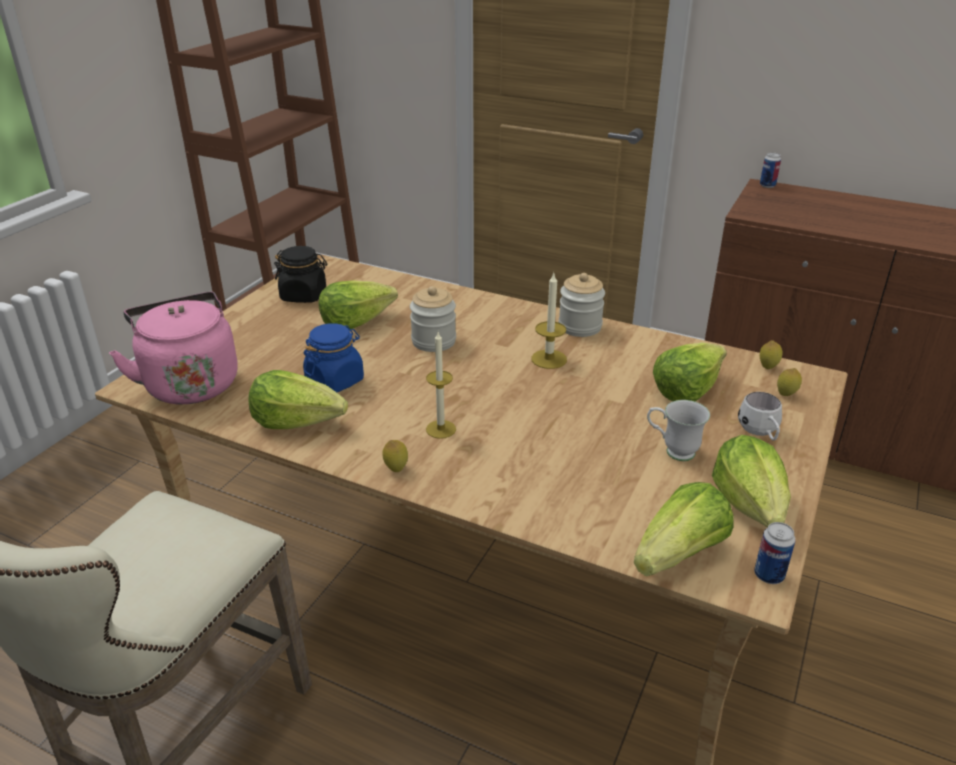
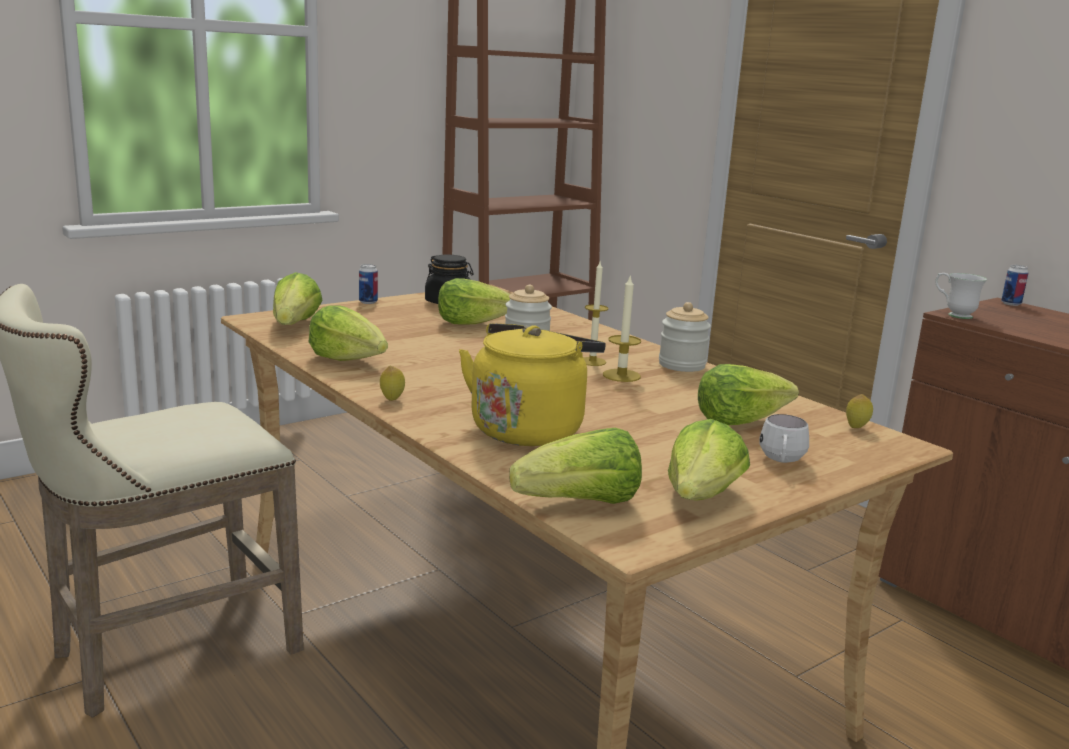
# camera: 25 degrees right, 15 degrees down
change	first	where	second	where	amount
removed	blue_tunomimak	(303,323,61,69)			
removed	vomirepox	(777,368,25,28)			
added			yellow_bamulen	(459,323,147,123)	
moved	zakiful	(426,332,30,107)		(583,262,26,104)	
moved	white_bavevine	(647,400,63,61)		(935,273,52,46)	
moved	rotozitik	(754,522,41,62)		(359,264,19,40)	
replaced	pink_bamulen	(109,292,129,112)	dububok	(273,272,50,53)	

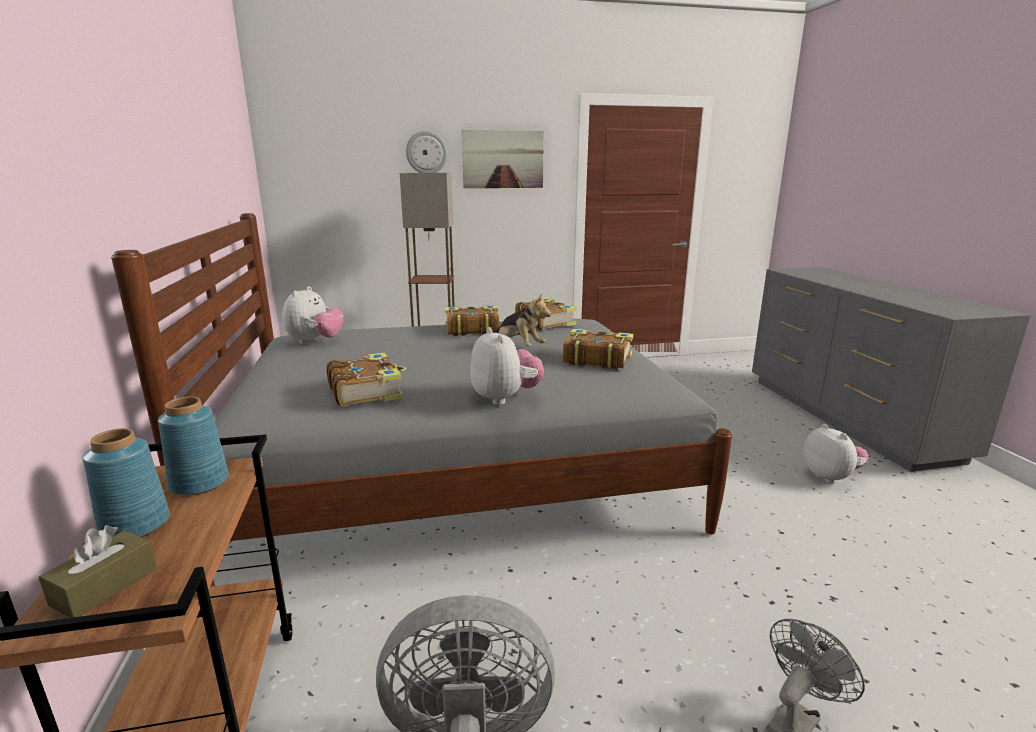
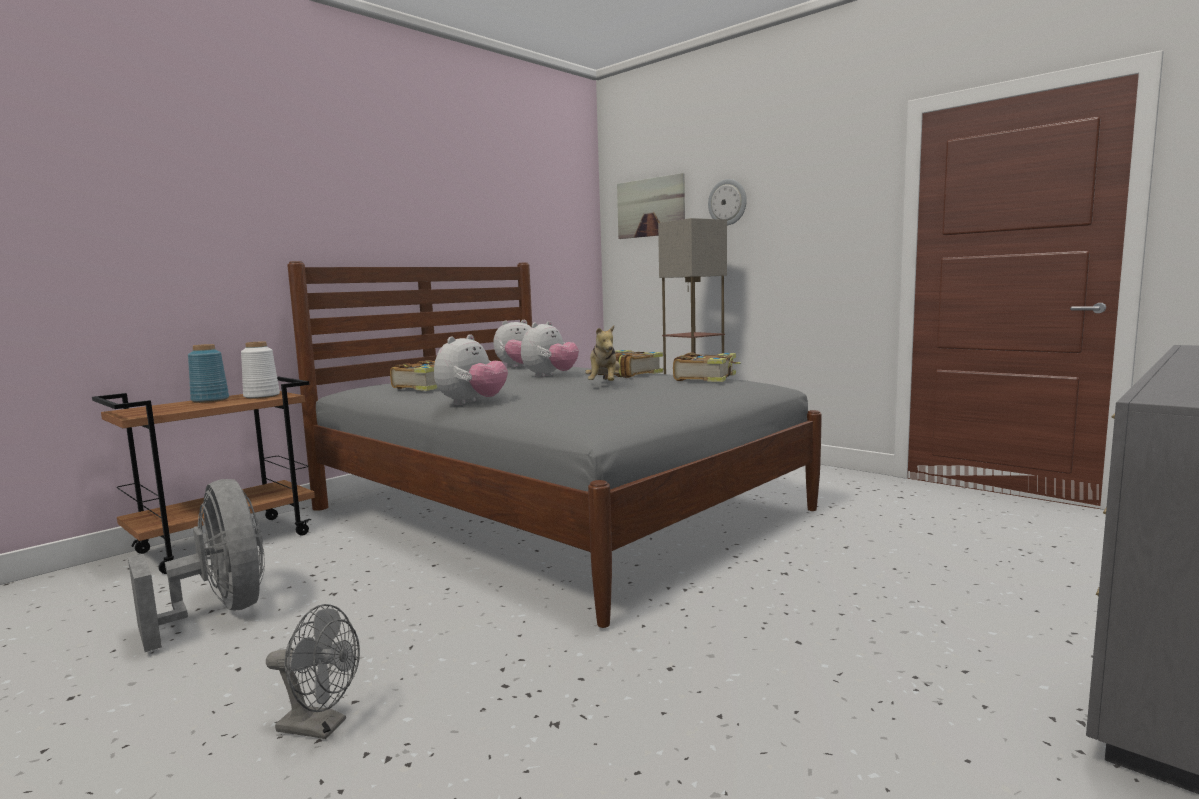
# camera: 55 degrees right, 10 degrees down
change	first	where	second	where	amount
removed	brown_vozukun	(38,525,119,93)			
removed	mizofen	(563,329,70,40)			
moved	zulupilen	(462,129,82,59)		(617,173,68,66)	
moved	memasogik	(803,424,66,60)		(521,321,58,56)	
recoloured	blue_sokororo	(158,396,71,100)	white_sokororo	(241,341,39,58)	

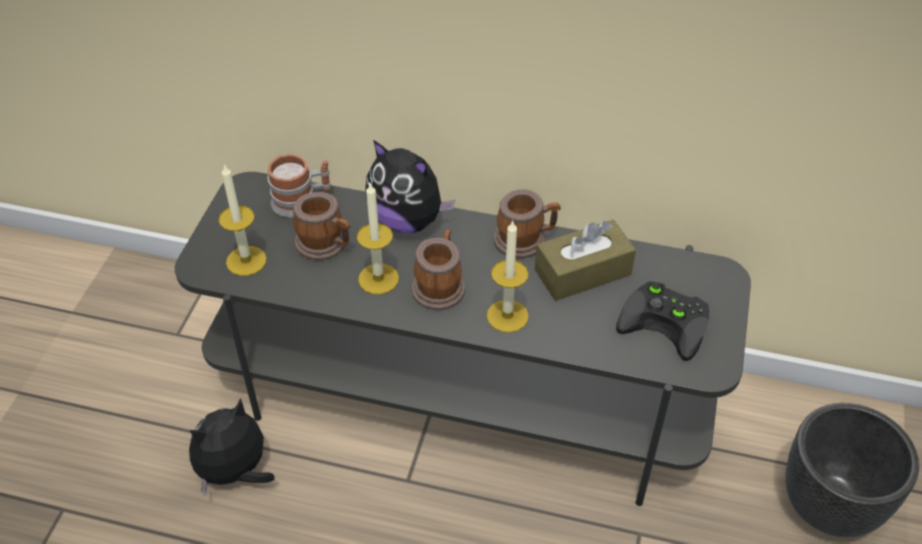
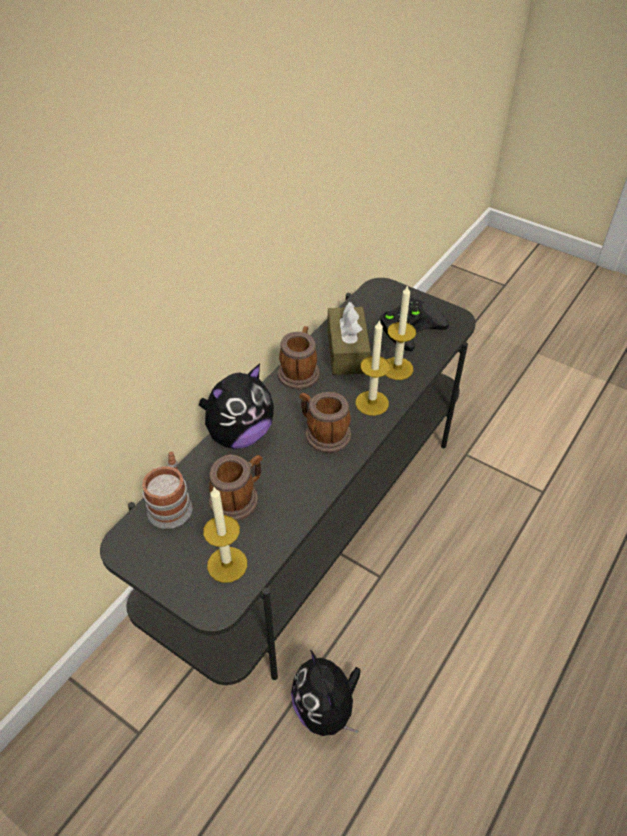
# camera: 70 degrees left, 0 degrees up
change	first	where	second	where	amount
removed	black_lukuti	(785,403,134,134)			
moved	zakiful	(357,184,42,111)		(385,285,31,95)	

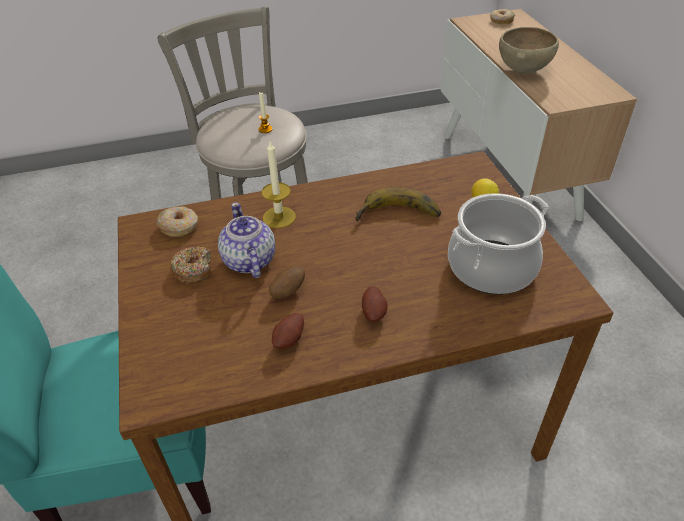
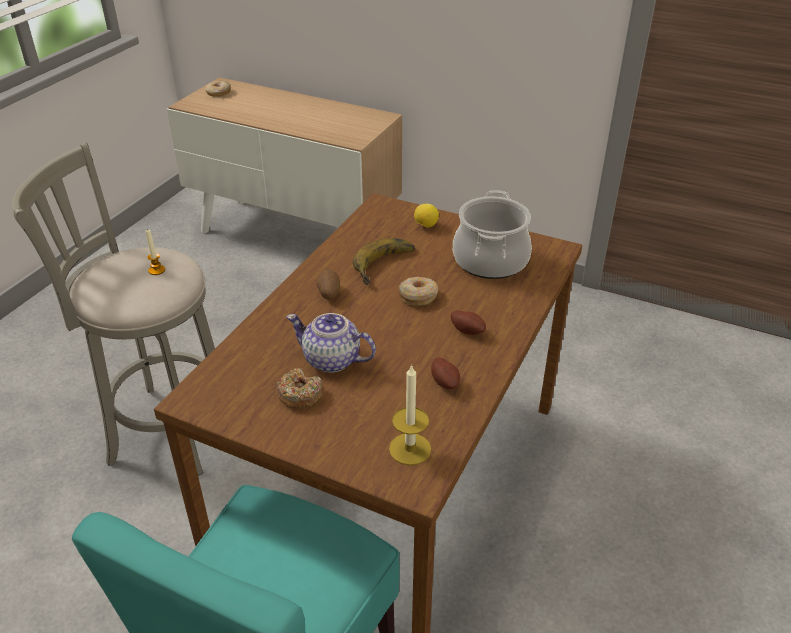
# camera: 50 degrees left, 5 degrees down
change	first	where	second	where	amount
removed	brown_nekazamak	(499,27,60,47)			
moved	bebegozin	(156,207,42,30)		(399,277,39,29)	
moved	zakiful	(262,141,34,87)		(389,364,42,101)	
moved	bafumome	(269,266,36,33)		(317,269,23,30)	

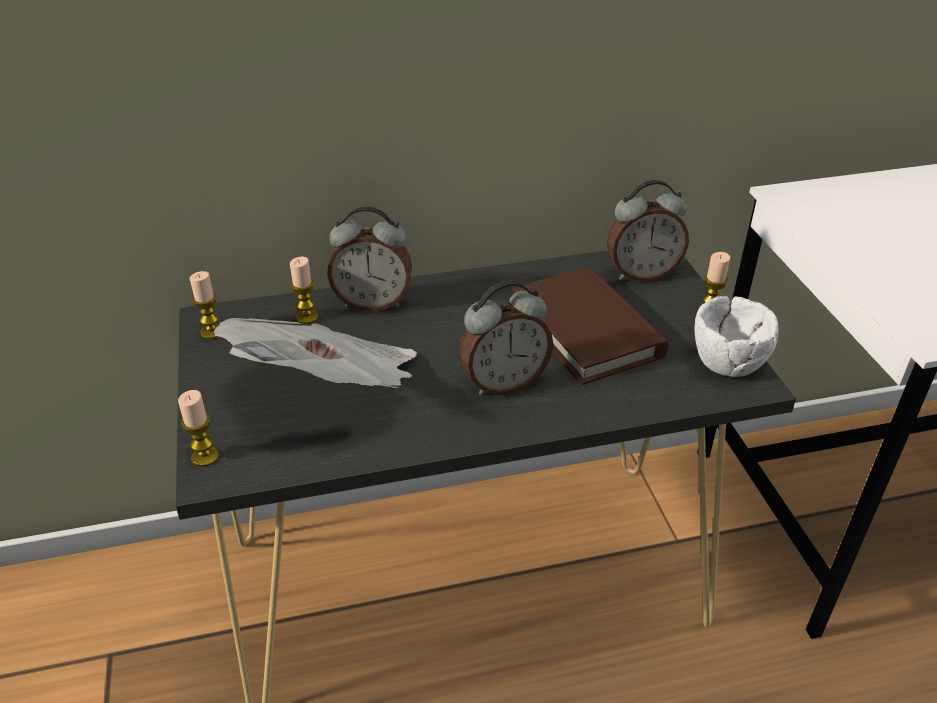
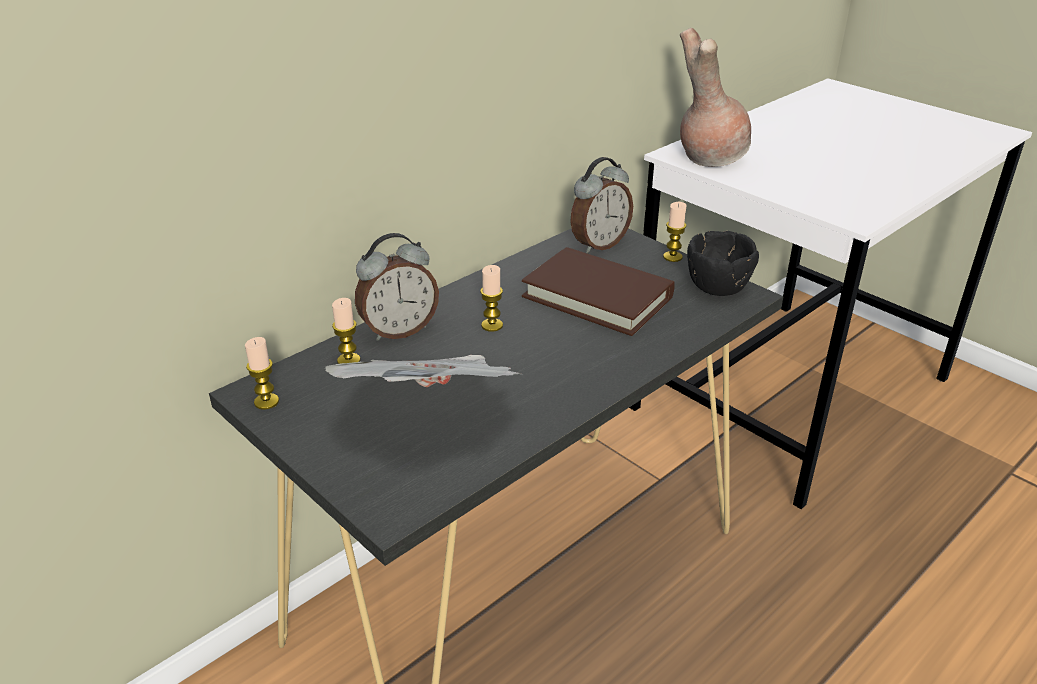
# camera: 30 degrees left, 5 degrees down
change	first	where	second	where	amount
removed	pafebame	(459,280,94,115)			
added			brown_sokororo	(680,28,71,139)	
moved	zakiful	(178,390,41,77)		(480,265,23,67)	
recoloured	white_nekazamak	(694,296,85,81)	black_nekazamak	(687,231,72,65)	

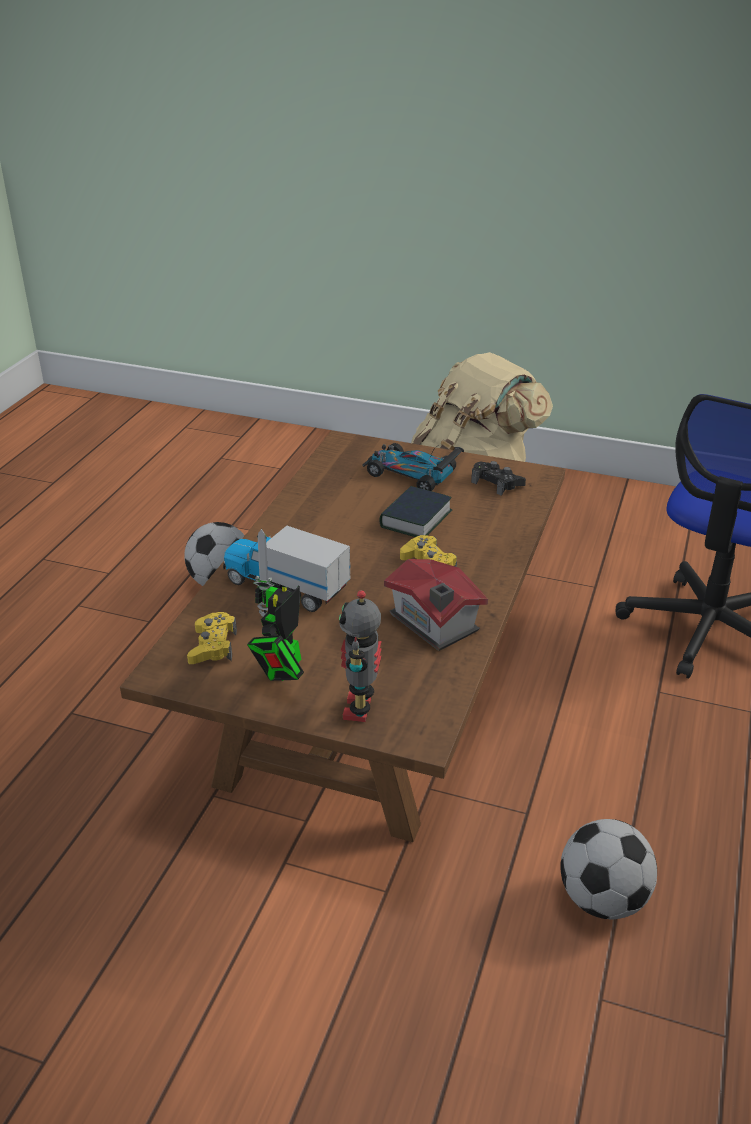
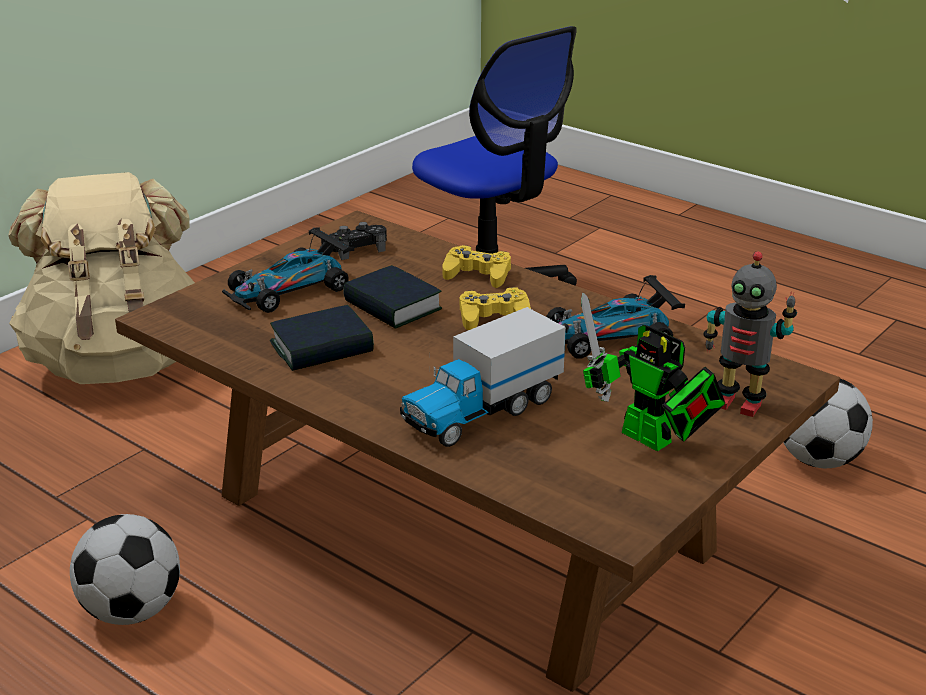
# camera: 70 degrees left, 5 degrees down
change	first	where	second	where	amount
added			mizofen	(270,305,104,66)	
moved	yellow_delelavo	(187,612,50,52)		(443,245,68,43)	
replaced	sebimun	(384,559,104,92)	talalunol	(546,275,139,83)	

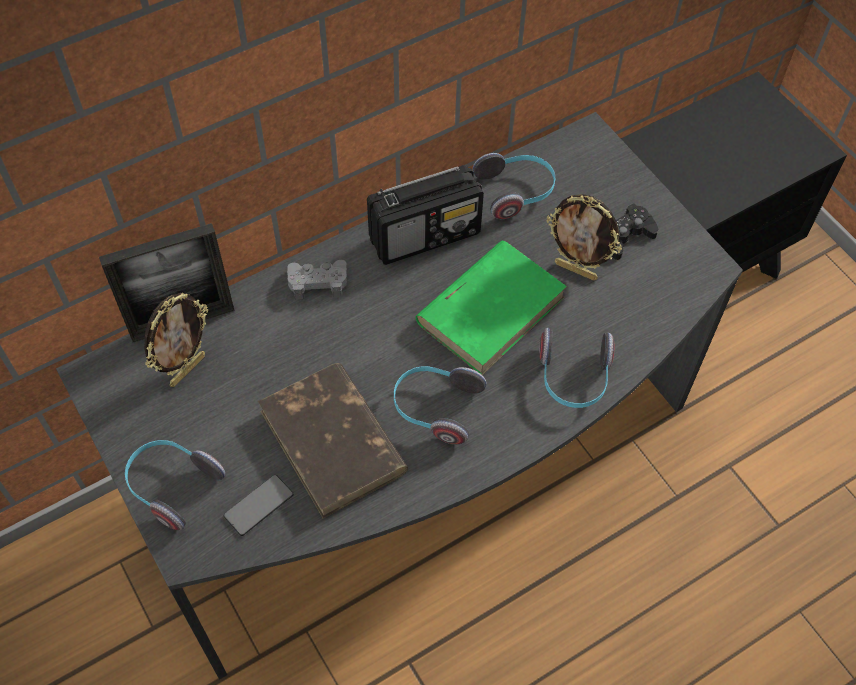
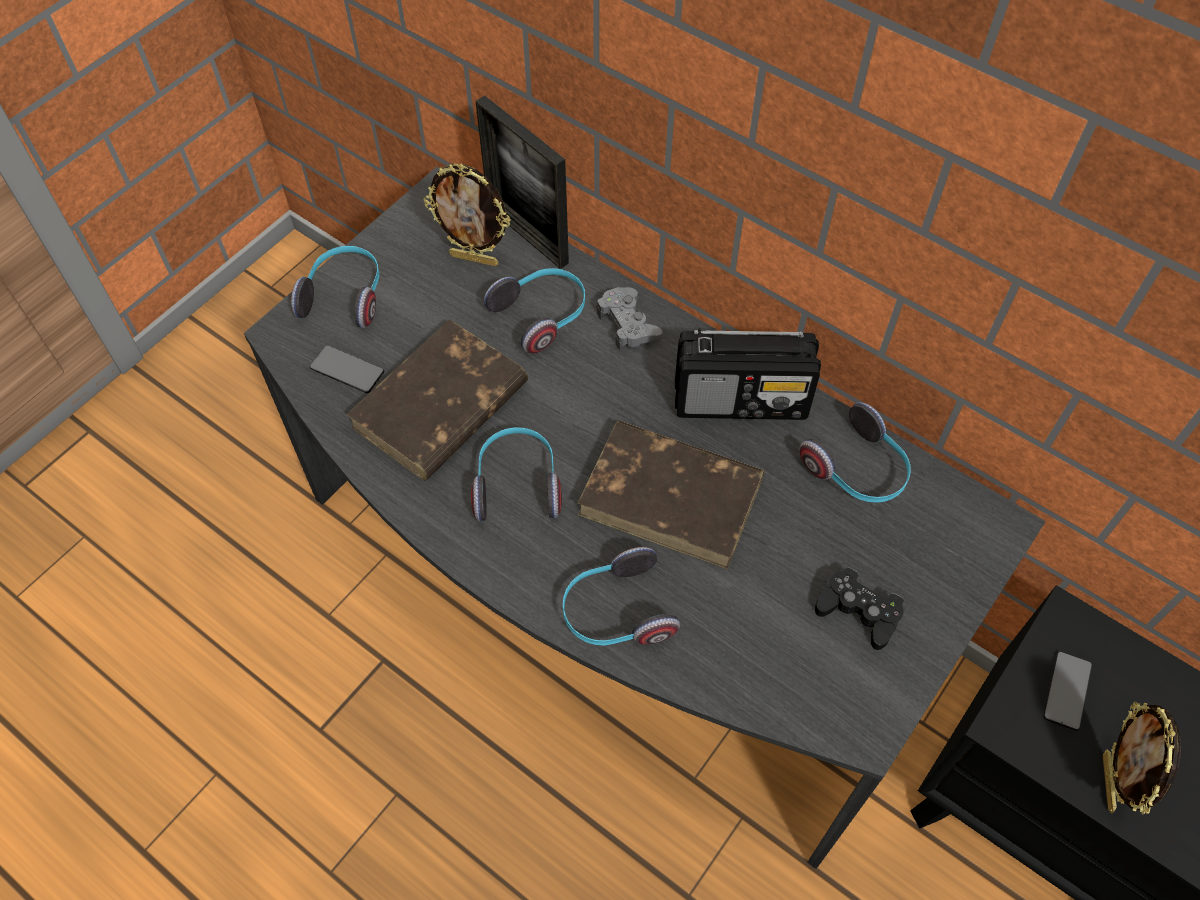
# camera: 70 degrees right, 0 degrees up
change	first	where	second	where	amount
added			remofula	(484,268,101,86)	
added			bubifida	(1043,651,49,80)	
moved	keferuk	(547,194,75,87)		(1103,701,78,113)	
recoloured	green_mizofen	(415,241,152,134)	brown_mizofen	(578,420,187,149)	
turned	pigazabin	(367,165,117,100)		(675,328,146,92)	45 degrees counterclockwise

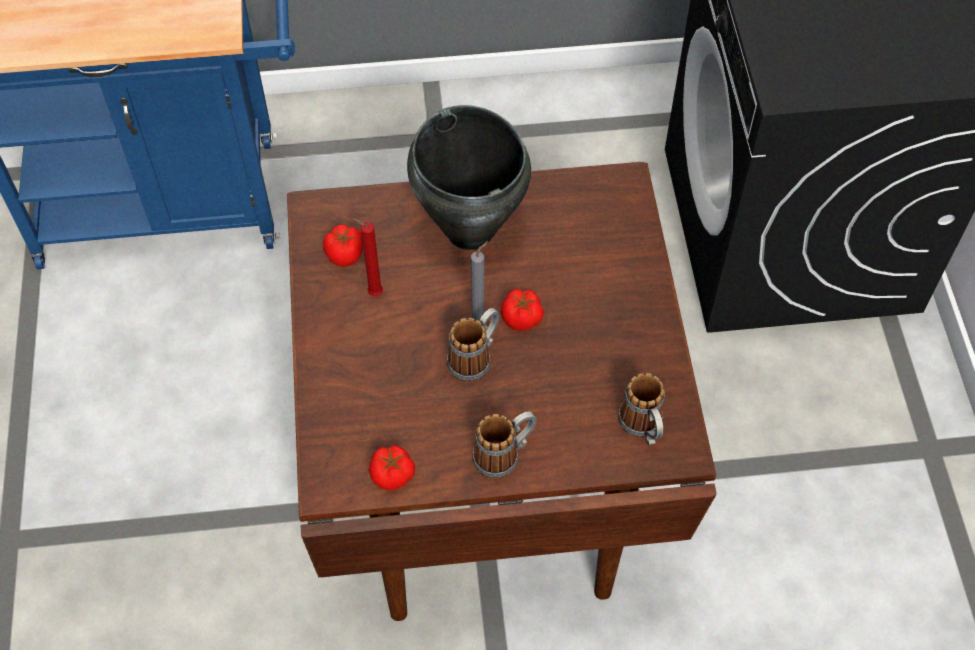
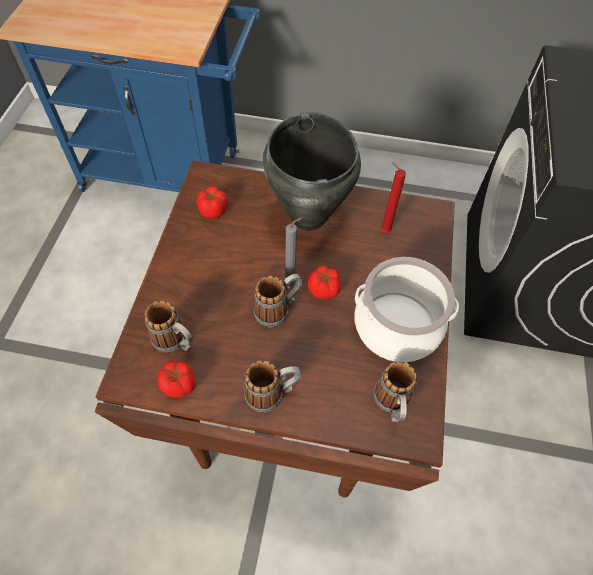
# camera: 15 degrees right, 0 degrees up
change	first	where	second	where	amount
added			bavevine	(145,301,48,52)	
added			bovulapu	(354,257,105,105)	
moved	red_zakiful	(352,218,31,78)		(381,162,25,71)	

